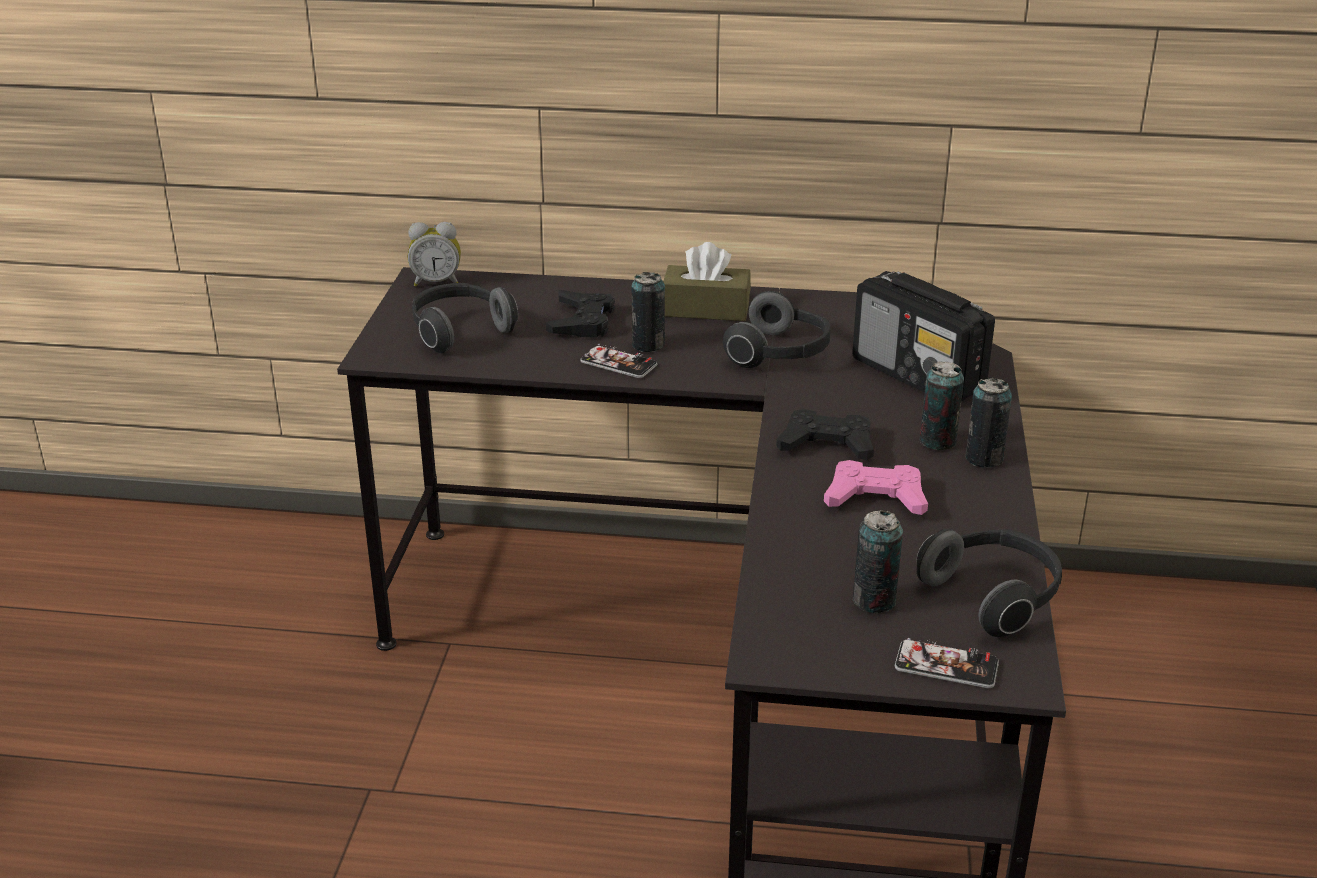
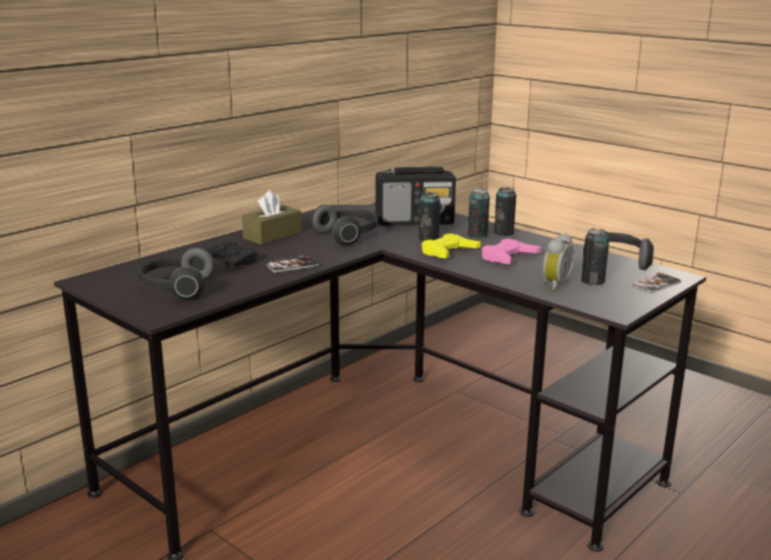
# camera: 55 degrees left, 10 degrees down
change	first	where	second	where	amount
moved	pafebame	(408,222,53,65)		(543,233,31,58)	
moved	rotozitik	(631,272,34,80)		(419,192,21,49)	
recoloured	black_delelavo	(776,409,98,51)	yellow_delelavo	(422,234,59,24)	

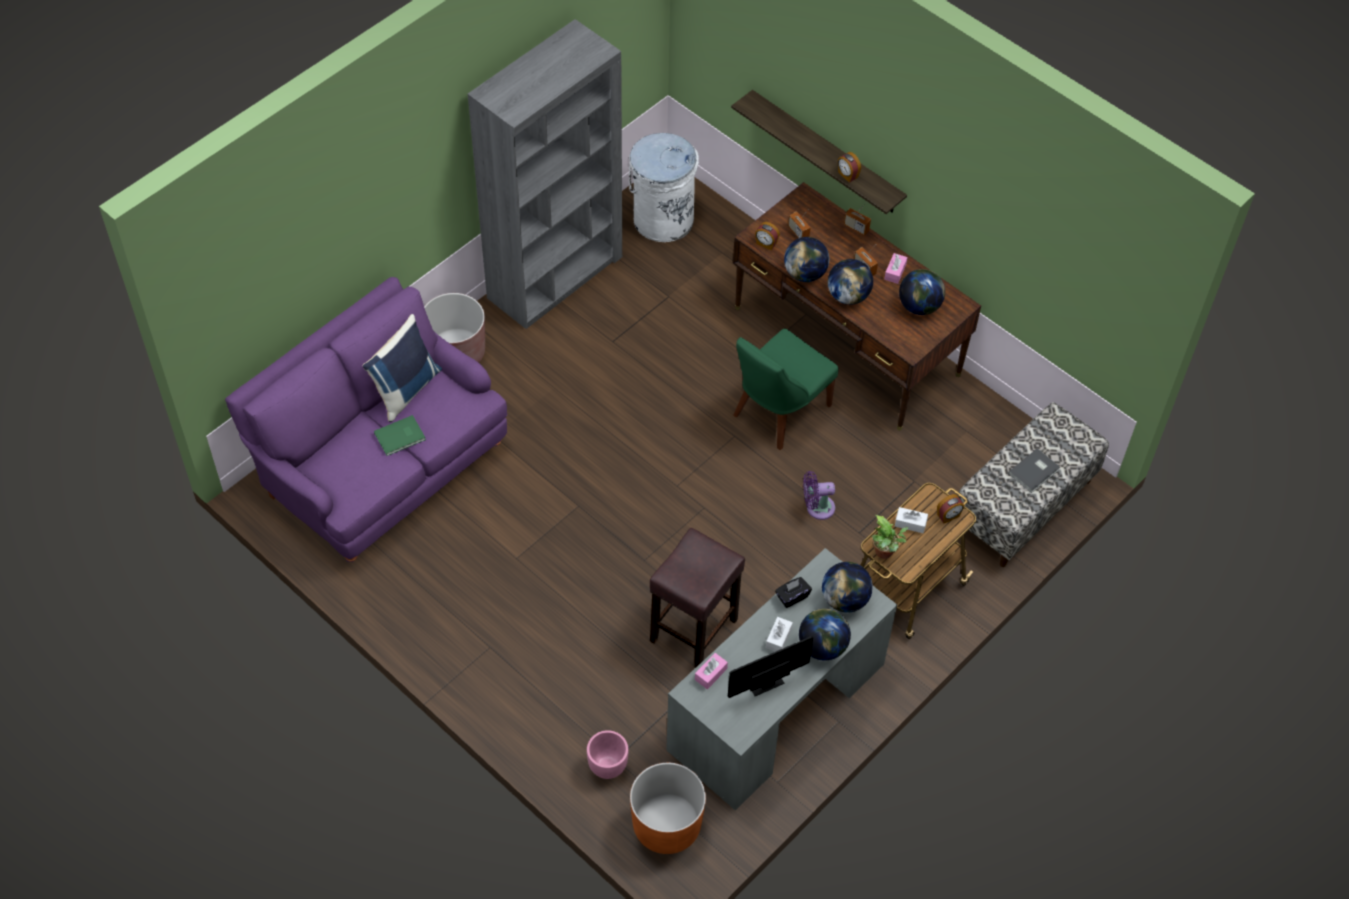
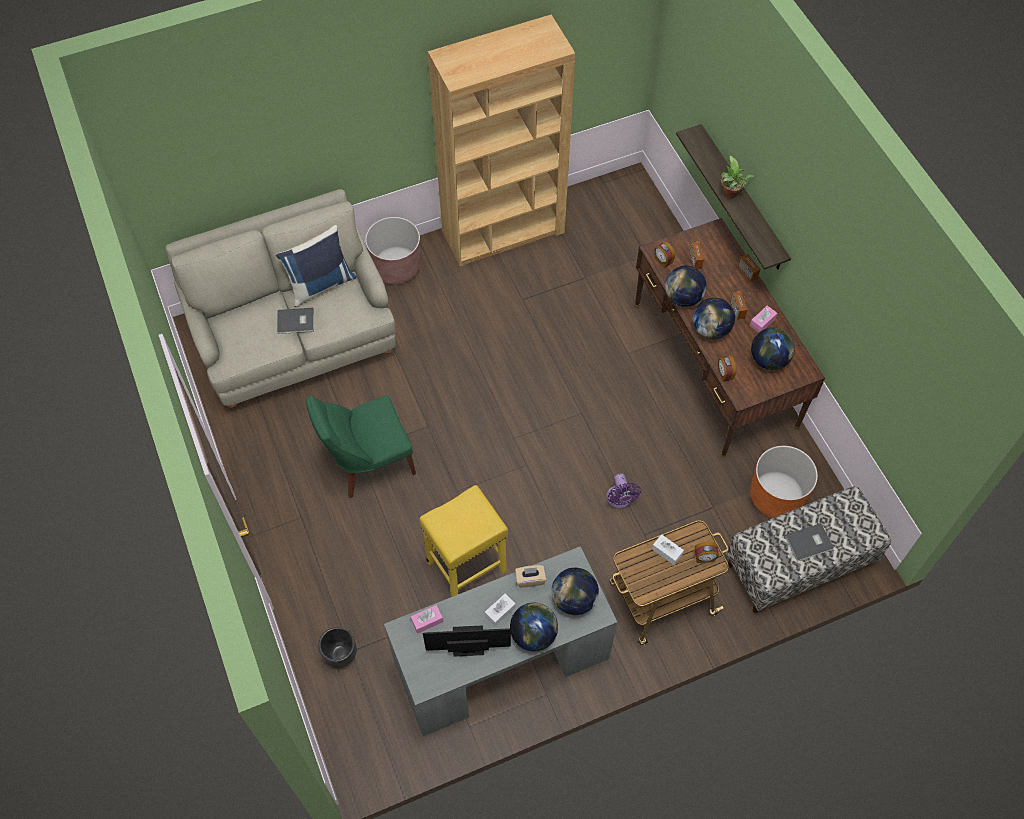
# camera: 25 degrees right, 5 degrees up
change	first	where	second	where	amount
removed	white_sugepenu	(629,133,70,109)			
moved	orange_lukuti	(630,763,76,91)		(750,446,68,72)	
moved	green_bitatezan	(733,328,105,122)		(306,395,110,103)	
moved	pafebame	(838,152,23,31)		(718,356,18,26)	
moved	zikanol	(871,515,37,44)		(721,156,33,43)	
recoloured	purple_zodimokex	(225,277,282,285)	beige_zodimokex	(165,189,231,219)	
recoloured	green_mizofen	(374,415,52,41)	grey_mizofen	(277,308,37,26)	
recoloured	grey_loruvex	(467,19,155,310)	brown_loruvex	(428,15,147,251)	
recoloured	pink_lukuti	(587,730,42,49)	black_lukuti	(318,627,39,41)	
recoloured	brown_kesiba	(650,528,95,140)	yellow_kesiba	(419,485,89,112)	
recoloured	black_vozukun	(775,577,37,31)	beige_vozukun	(515,565,32,23)	
turned	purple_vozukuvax	(803,471,32,49)		(606,473,35,36)	120 degrees counterclockwise

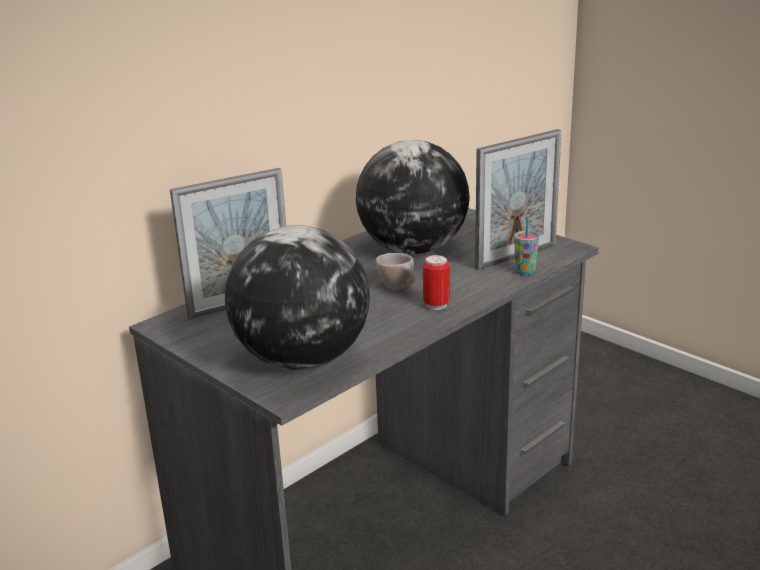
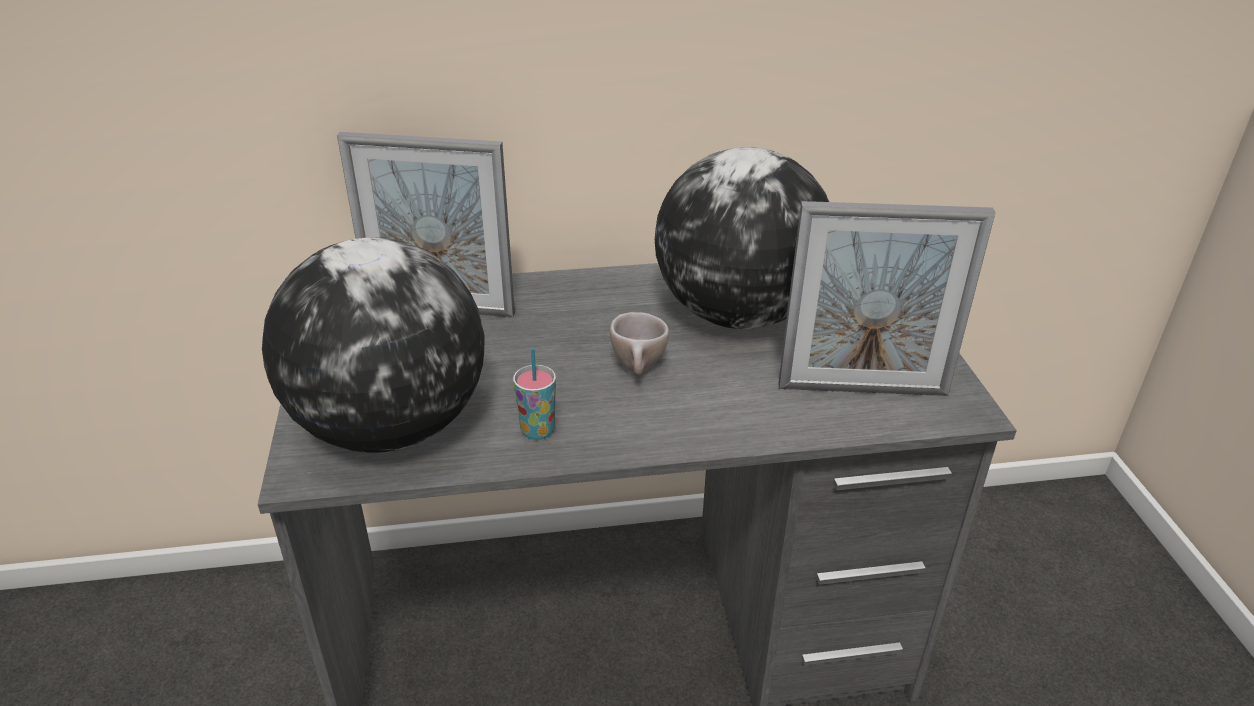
# camera: 35 degrees right, 10 degrees up
change	first	where	second	where	amount
removed	rotozitik	(423,255,27,55)			
moved	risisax	(514,216,25,59)		(513,348,43,92)	

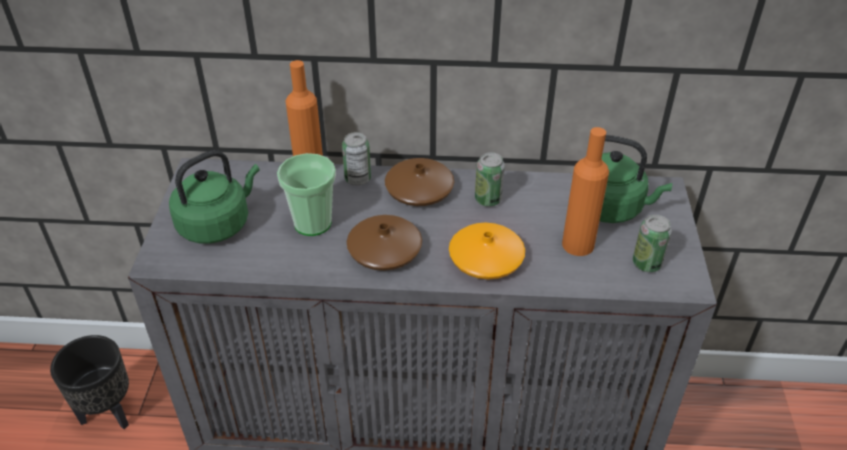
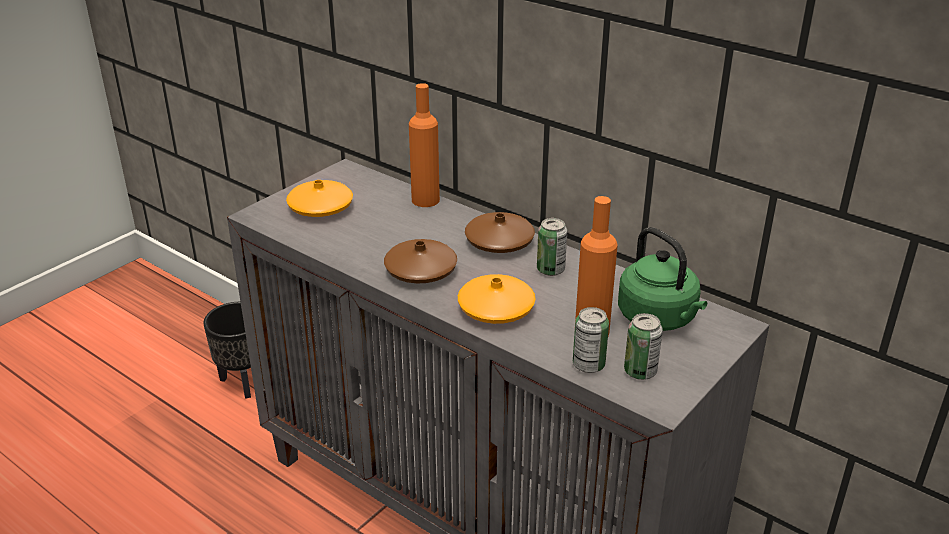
# camera: 35 degrees right, 10 degrees down
change	first	where	second	where	amount
removed	risisax	(277,153,59,83)			
moved	rotozitik	(342,132,29,54)		(573,307,36,66)	
replaced	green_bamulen	(169,150,91,94)	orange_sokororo	(286,180,67,37)	

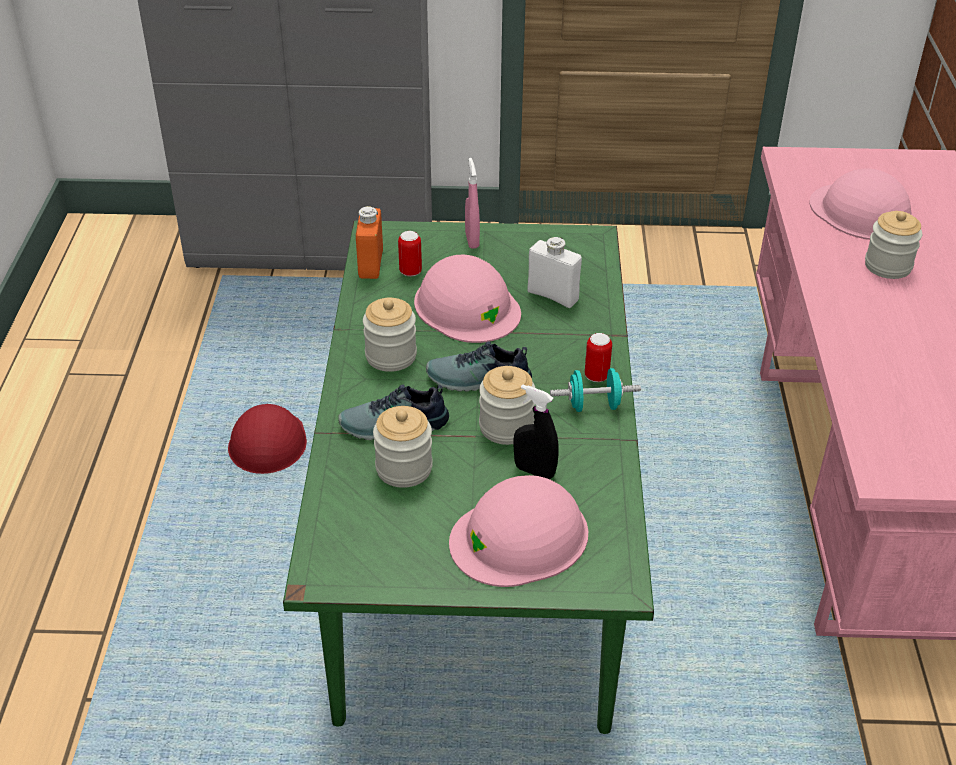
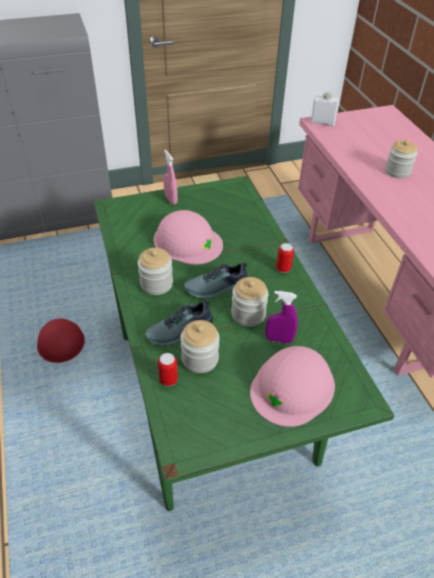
# camera: 20 degrees left, 5 degrees up
change	first	where	second	where	amount
removed	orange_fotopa	(356,206,27,73)			
removed	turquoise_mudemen	(550,368,91,44)			
removed	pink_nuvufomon	(809,168,104,72)			
moved	rotozitik	(398,231,24,45)		(158,353,20,33)	
moved	white_fotopa	(528,237,54,71)		(311,91,28,36)	
recoloured	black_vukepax	(514,384,45,95)	purple_vukepax	(265,291,33,53)	

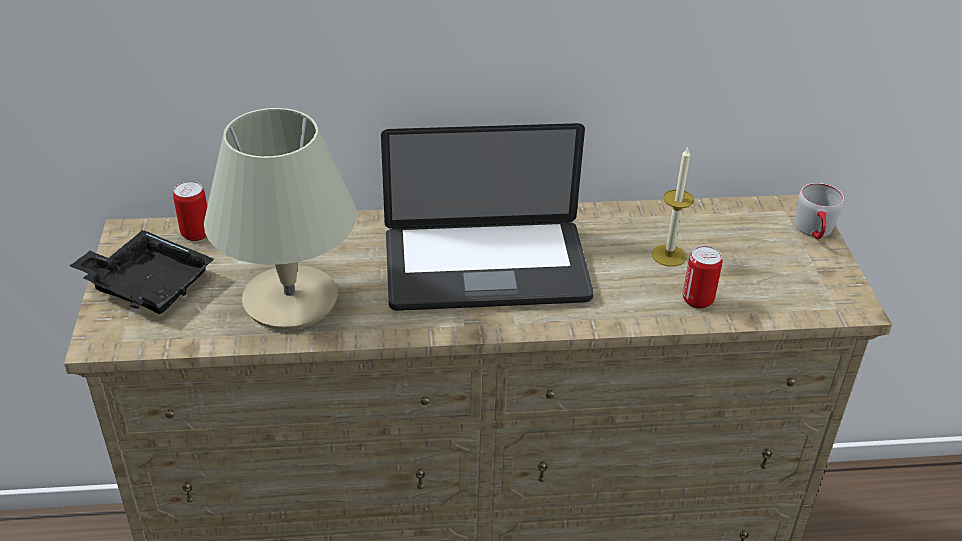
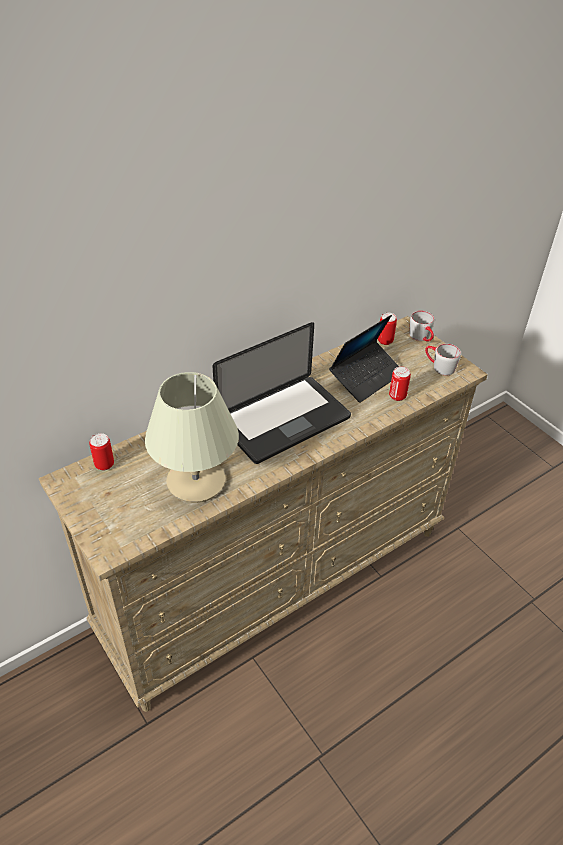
# camera: 30 degrees left, 5 degrees up
change	first	where	second	where	amount
removed	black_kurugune	(70,230,144,84)			
added			rotozitik	(378,312,19,33)	
added			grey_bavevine	(425,344,36,31)	
replaced	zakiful	(652,146,42,121)	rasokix	(329,315,70,88)	

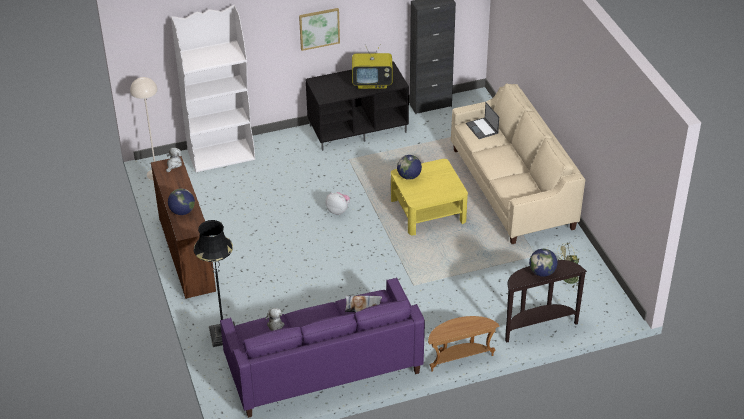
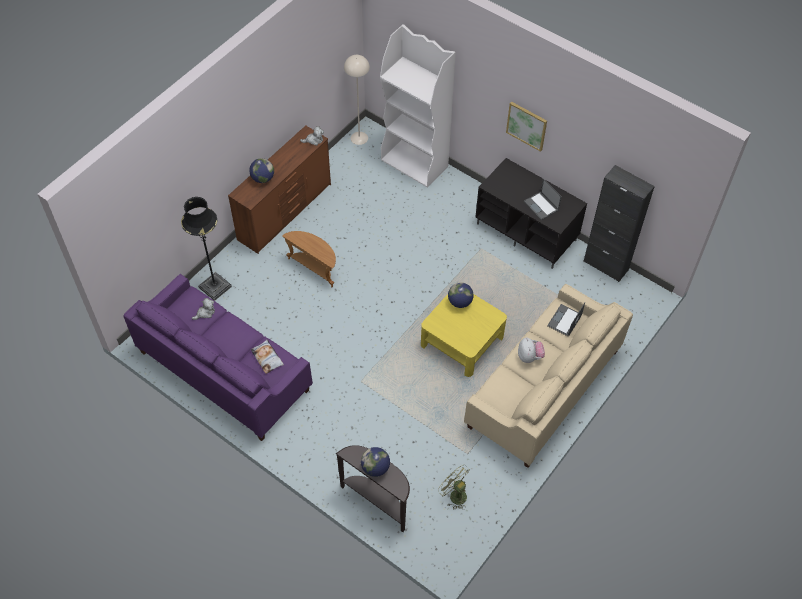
# camera: 55 degrees right, 15 degrees up
change	first	where	second	where	amount
moved	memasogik	(325,192,25,23)		(518,338,27,25)	
moved	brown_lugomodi	(428,316,72,56)		(282,231,54,56)	
replaced	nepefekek	(352,44,40,45)	rasokix	(524,178,38,42)	

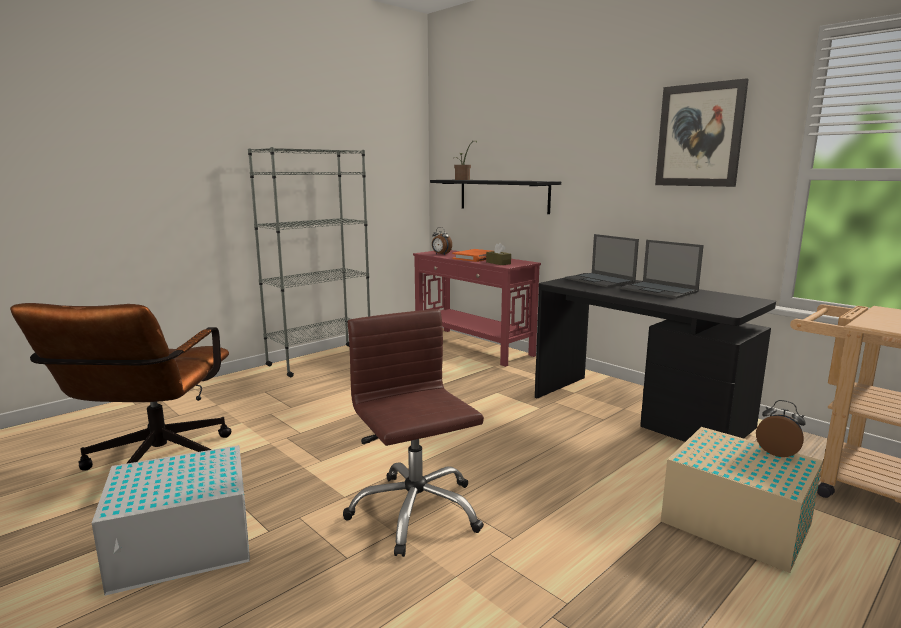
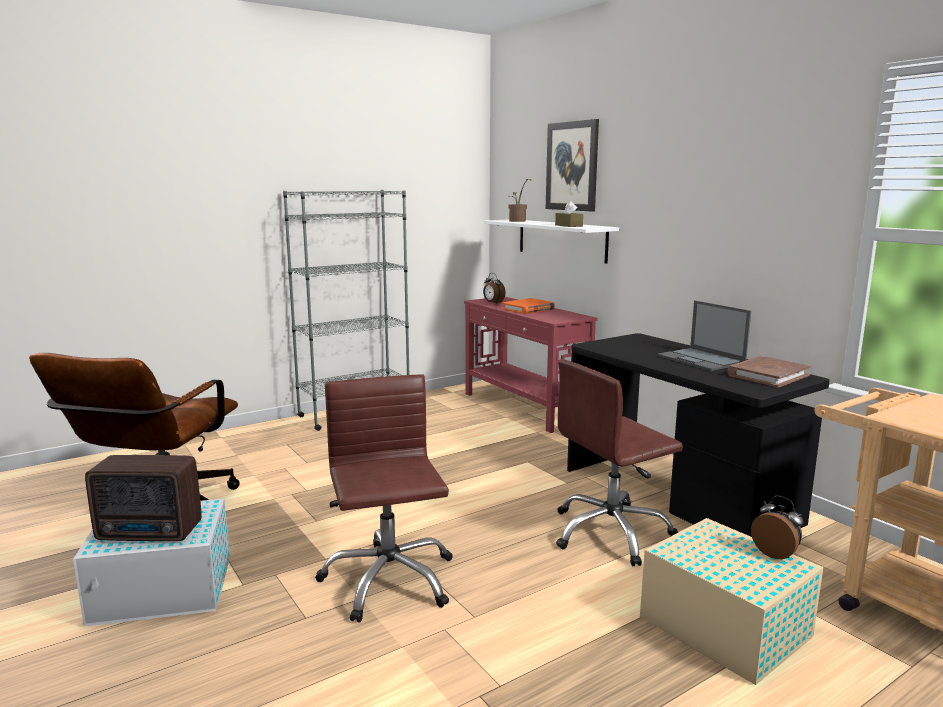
# camera: 10 degrees right, 0 degrees up
change	first	where	second	where	amount
removed	rasokix	(565,234,74,53)			
added			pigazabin	(85,455,117,86)	
added			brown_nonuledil	(556,359,127,207)	
added			brown_mizofen	(727,356,84,32)	
moved	brown_vozukun	(486,242,25,23)		(555,201,28,26)	
moved	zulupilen	(655,78,94,109)		(546,119,53,92)	
recoloured	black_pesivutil	(430,180,131,34)	white_pesivutil	(484,220,135,44)	

